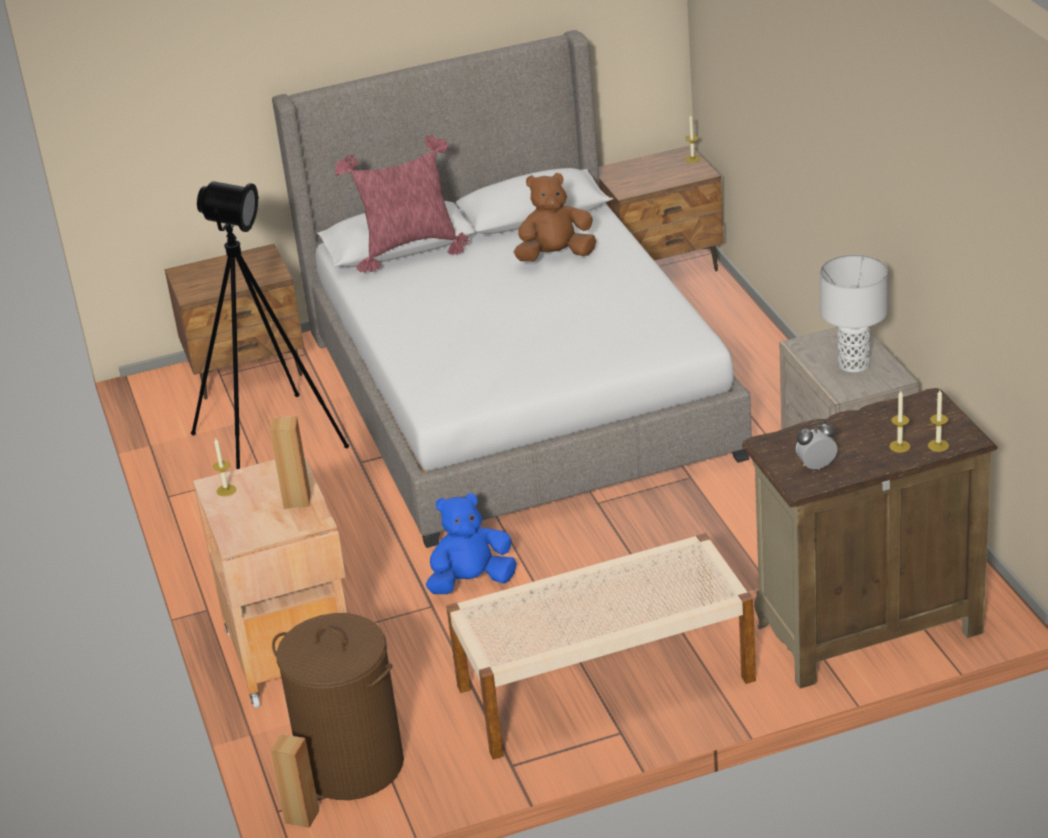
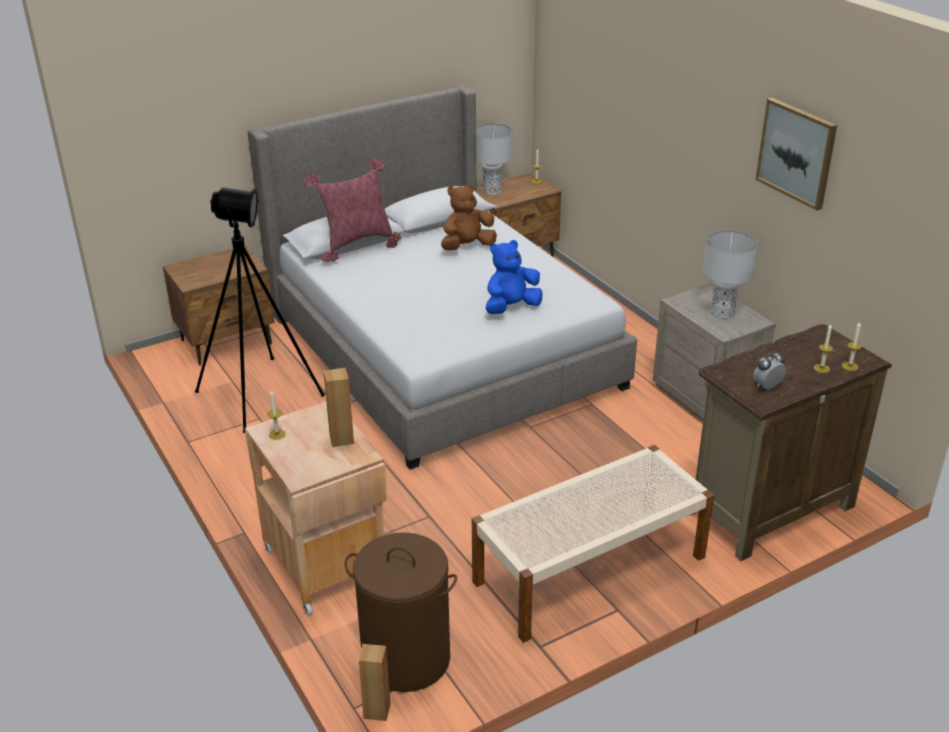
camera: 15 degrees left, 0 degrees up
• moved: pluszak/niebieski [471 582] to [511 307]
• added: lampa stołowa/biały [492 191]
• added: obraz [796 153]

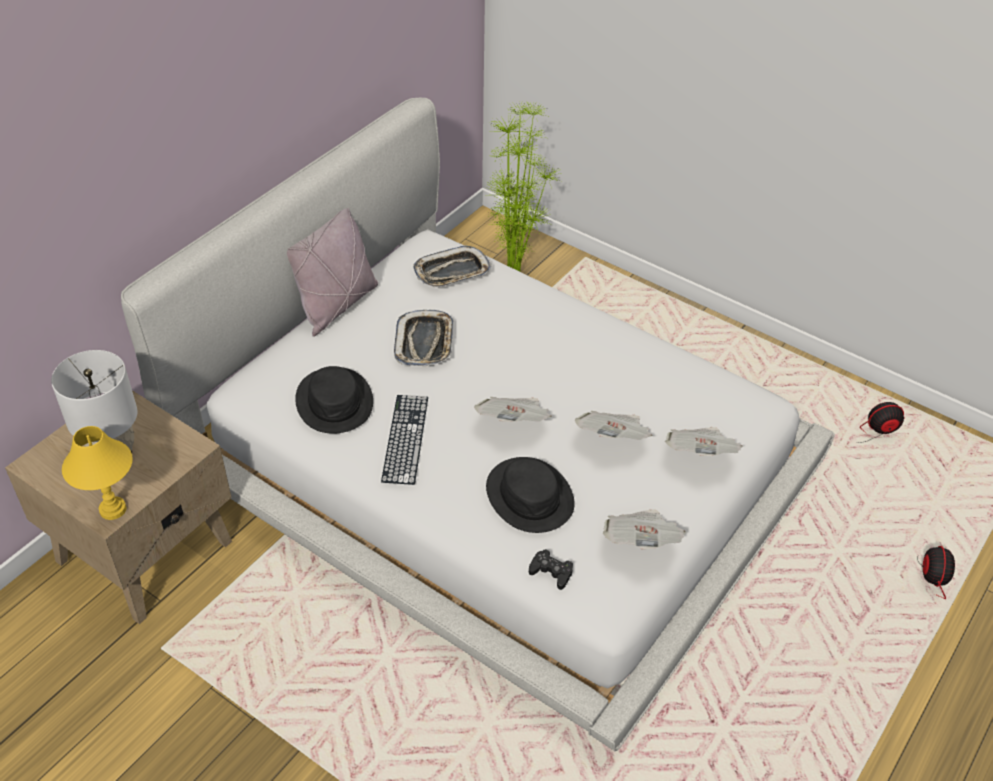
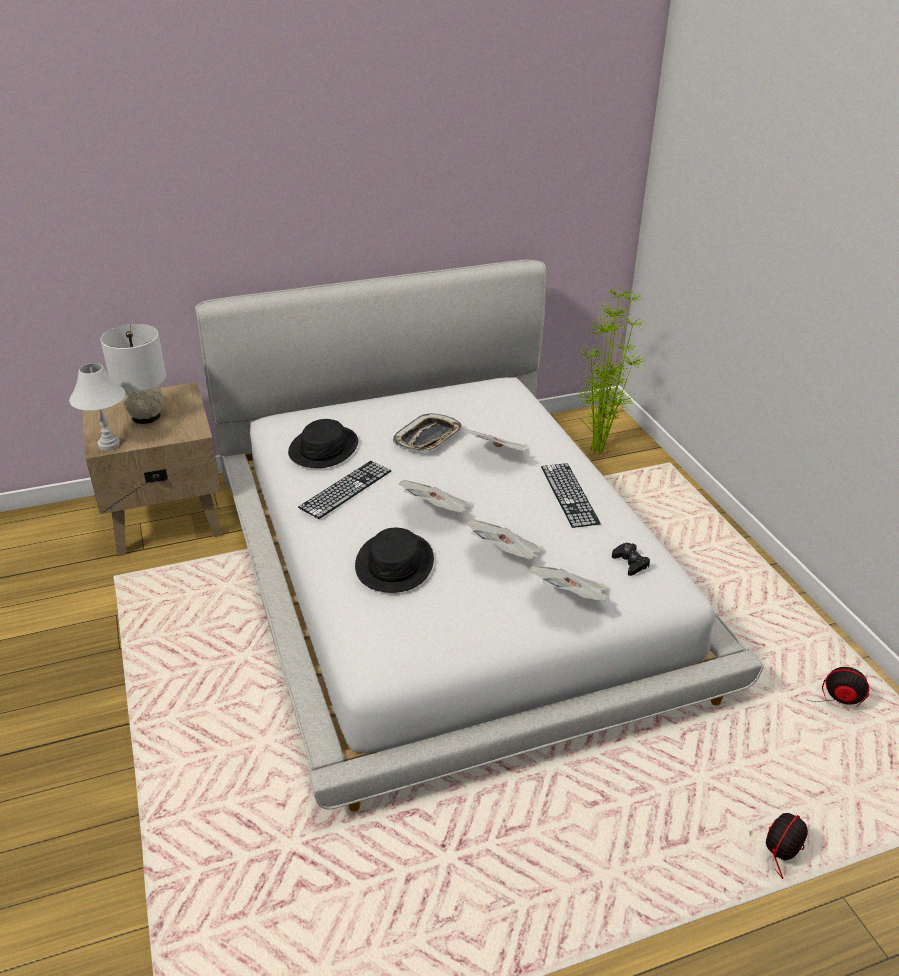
camera: 35 degrees right, 10 degrees down
• recoloured: lampa stołowa/żółty [112 509] to lampa stołowa/biały [108 444]
• removed: poduszka/fioletowy [337 306]
• removed: taca [452 272]
• moved: pad do gier/czarny [551 572] to [630 563]
• moved: gazeta [641 542] to [499 456]
• added: klawiatura [569 494]

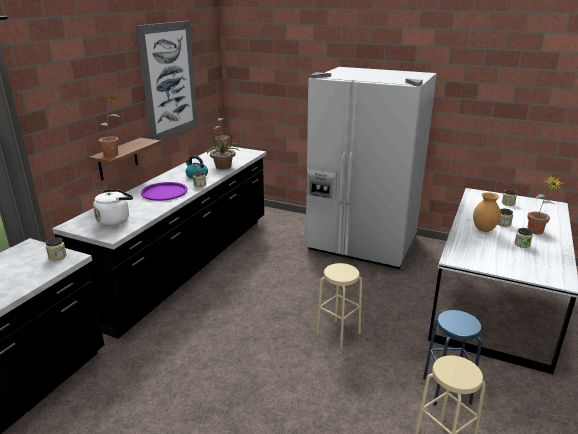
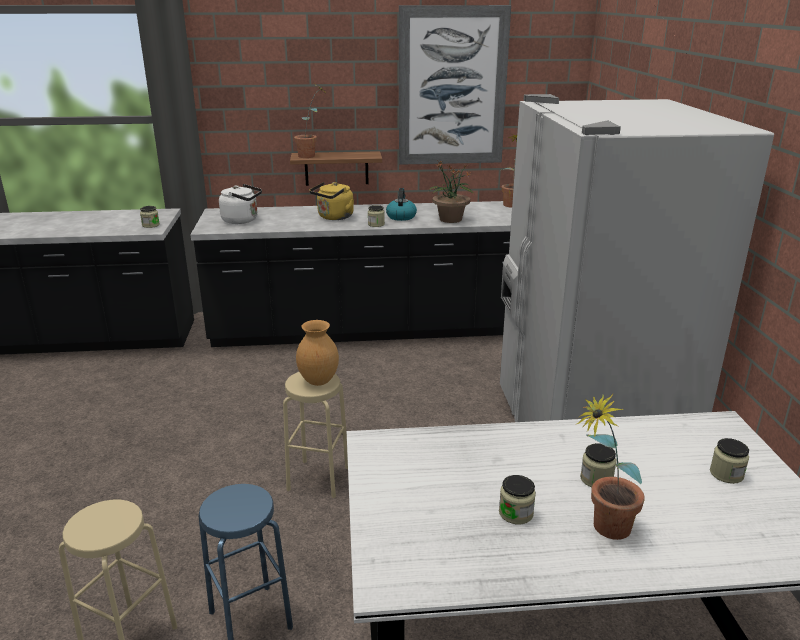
camera: 60 degrees right, 0 degrees up
• replaced: taca/fioletowy [164 192] to czajnik/żółty [334 217]
• moved: wazon/brązowy [483 229] to [318 381]

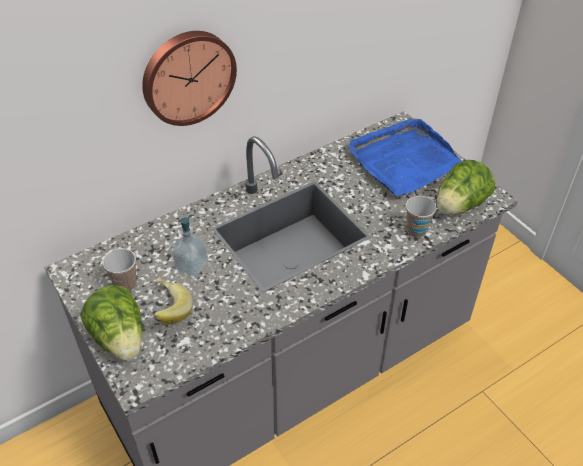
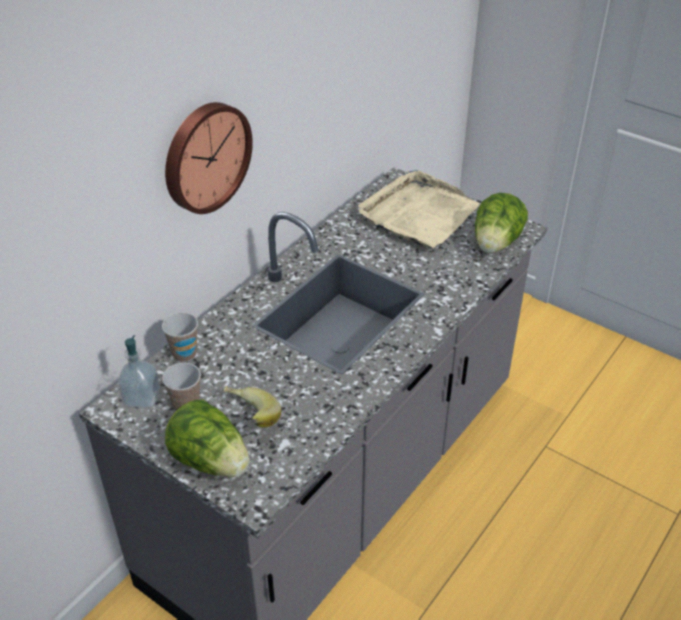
camera: 20 degrees left, 5 degrees down
• moved: dozownik mydła [191 266] to [142 398]
• recoloured: taca/niebieski [403 160] to taca/beżowy [418 214]
• moved: filiżanka [416 230] to [184 354]

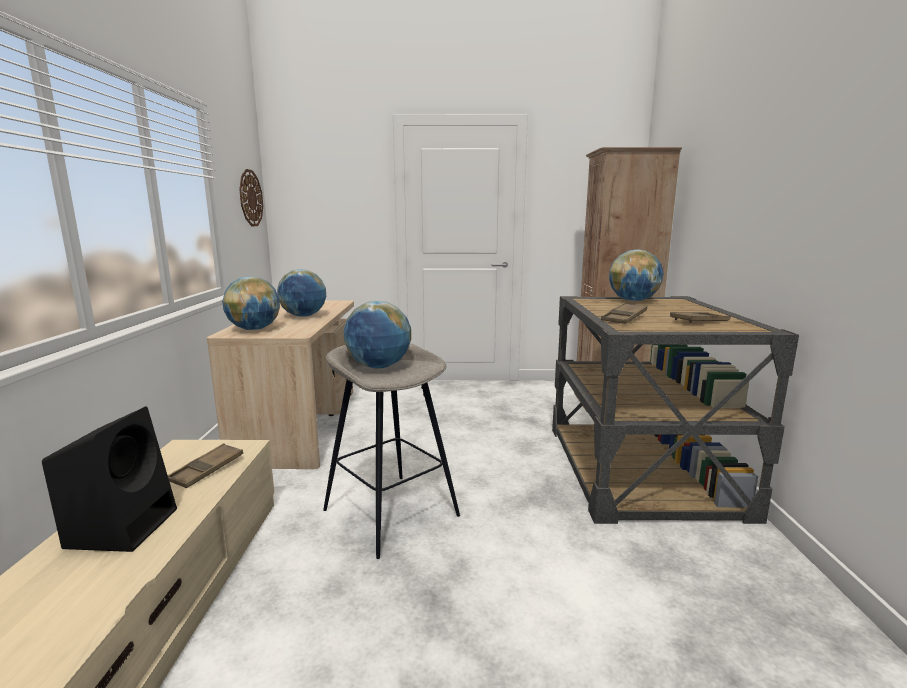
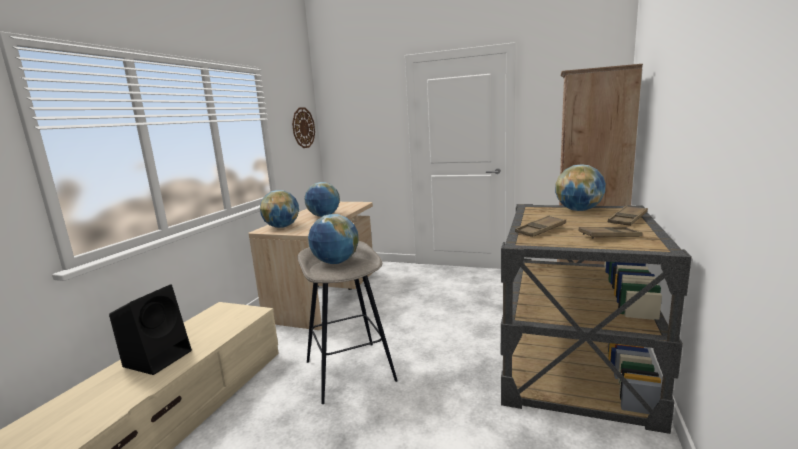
camera: 20 degrees right, 0 degrees up
• moved: taca/brązowy [207 470] to [627 219]

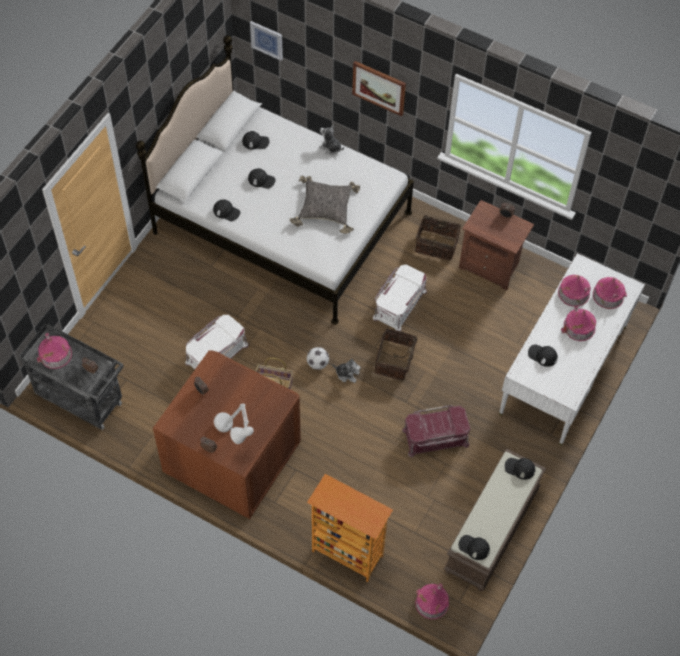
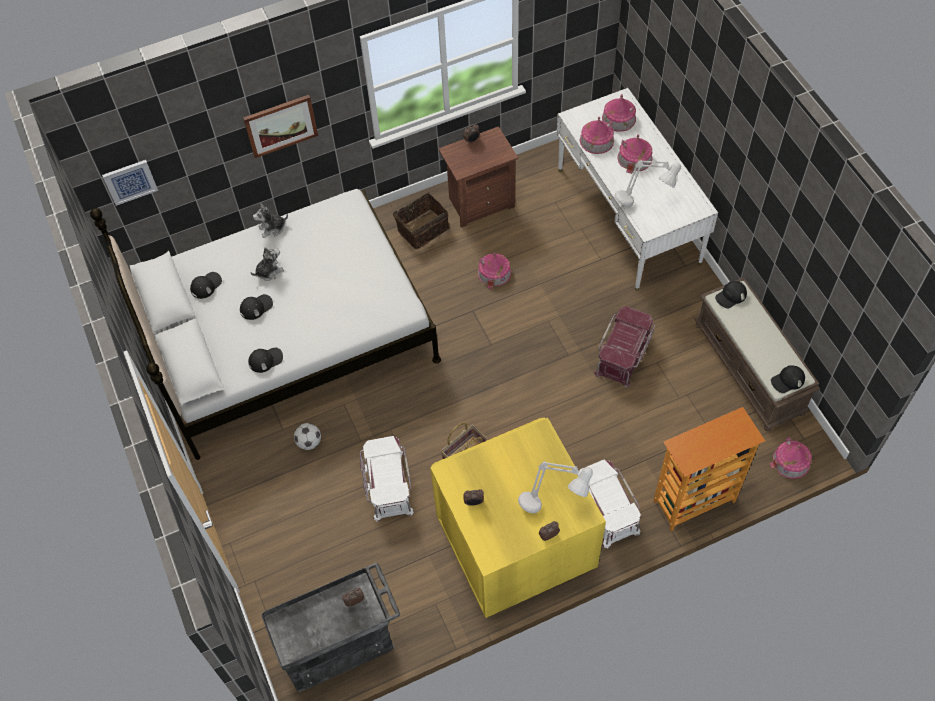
camera: 50 degrees left, 0 degrees up
• moved: domek [55 354] to [494 272]
• recoloured: komoda/brązowy [232 455] to komoda/żółty [514 539]
• removed: poduszka [325 207]
• moved: piłka futbolowa [317 364] to [309 442]
• moved: pluszak [347 374] to [269 271]
• moved: pojemnik do przechowywania/biały [399 304] to [605 509]
• removed: koszyk [395 361]
• replaced: czapka z daszkiem/czarny [542 355] to lampa stołowa/szary [643 201]

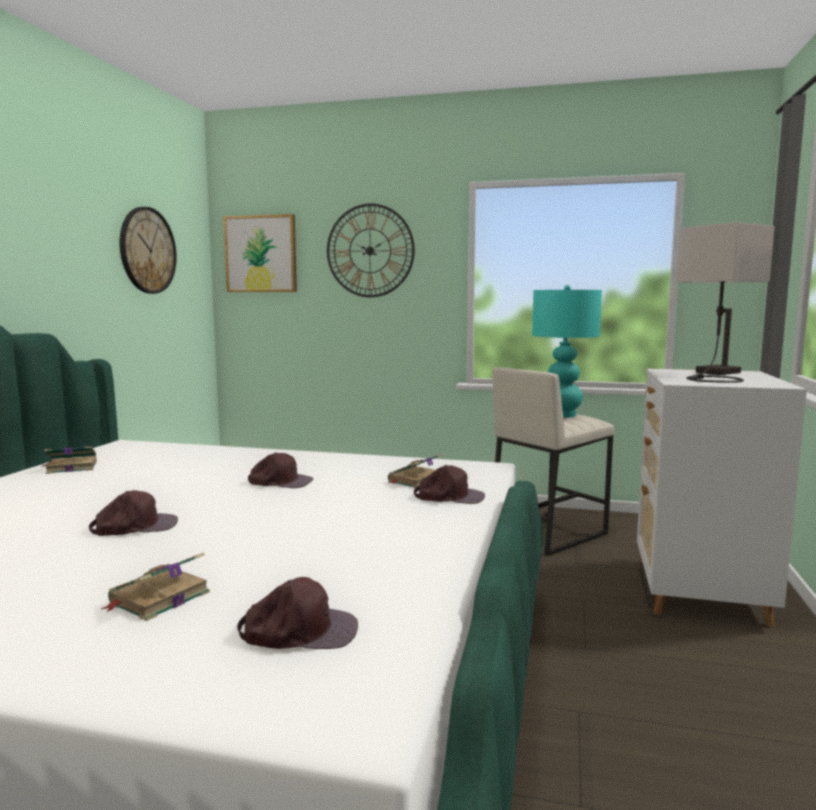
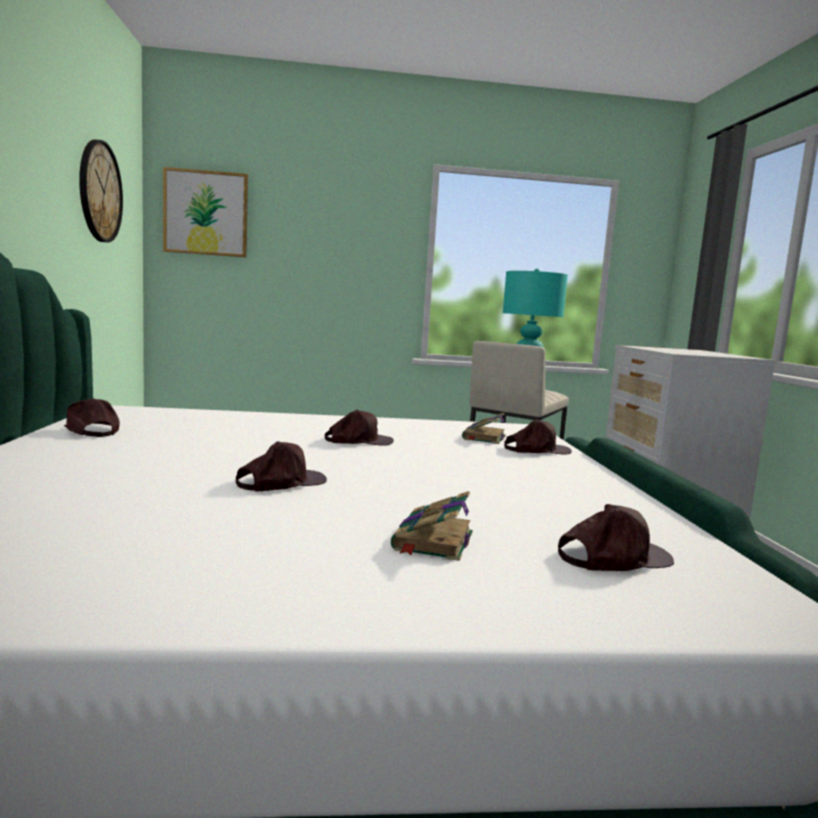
camera: 20 degrees left, 0 degrees up
• replaced: książka [70 467] to czapka z daszkiem/brązowy [91 430]
• removed: zegar ścienny [370 251]
• removed: lampa stołowa [714 375]

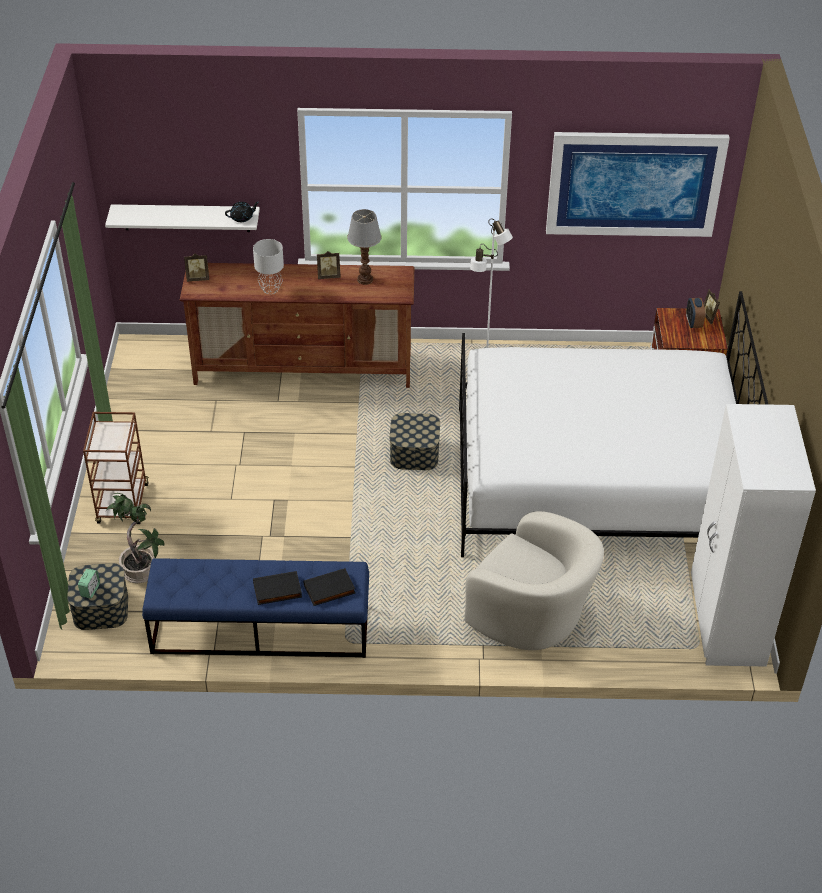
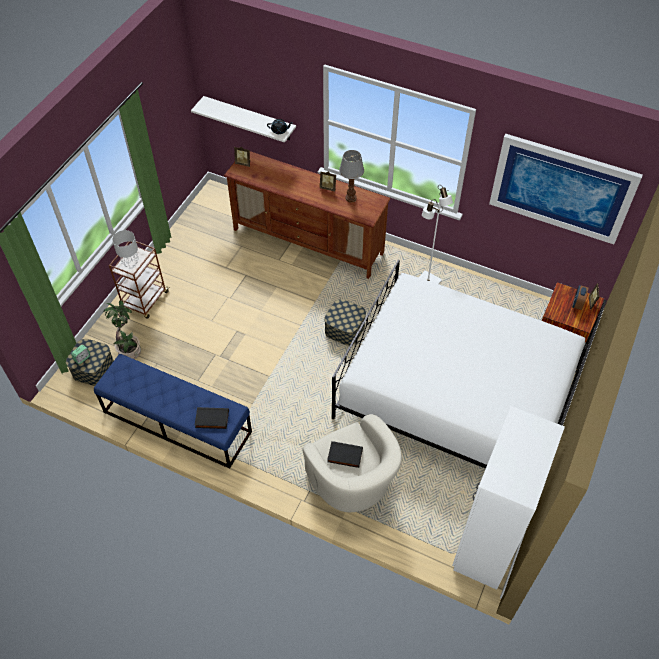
camera: 25 degrees right, 10 degrees up
• moved: lampa stołowa/szary [271 289] to [131 264]
• moved: książka/czarny [277 591] to [344 456]

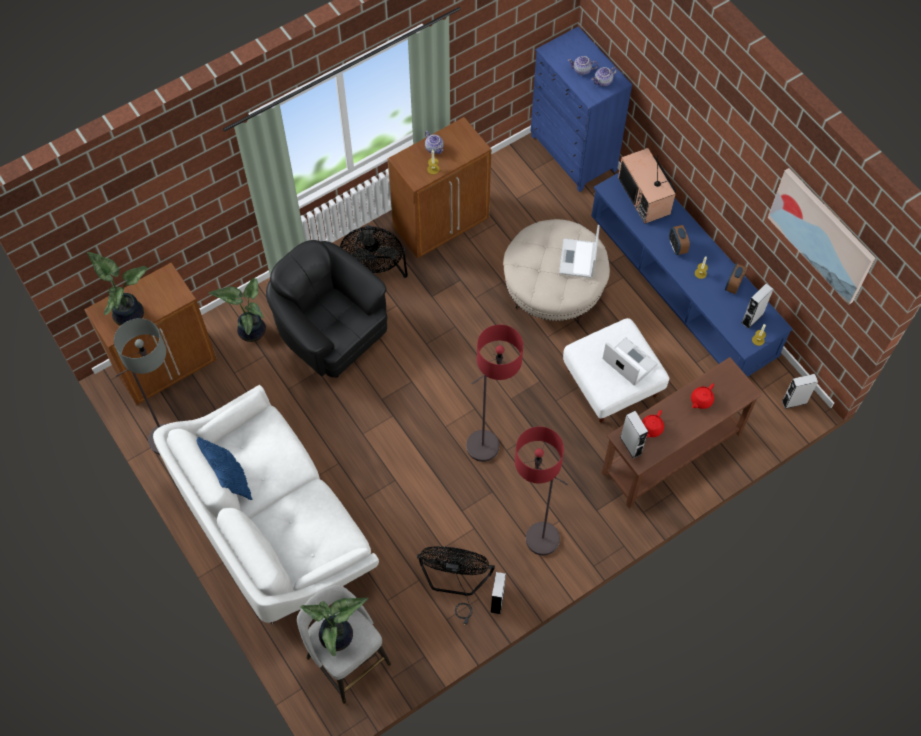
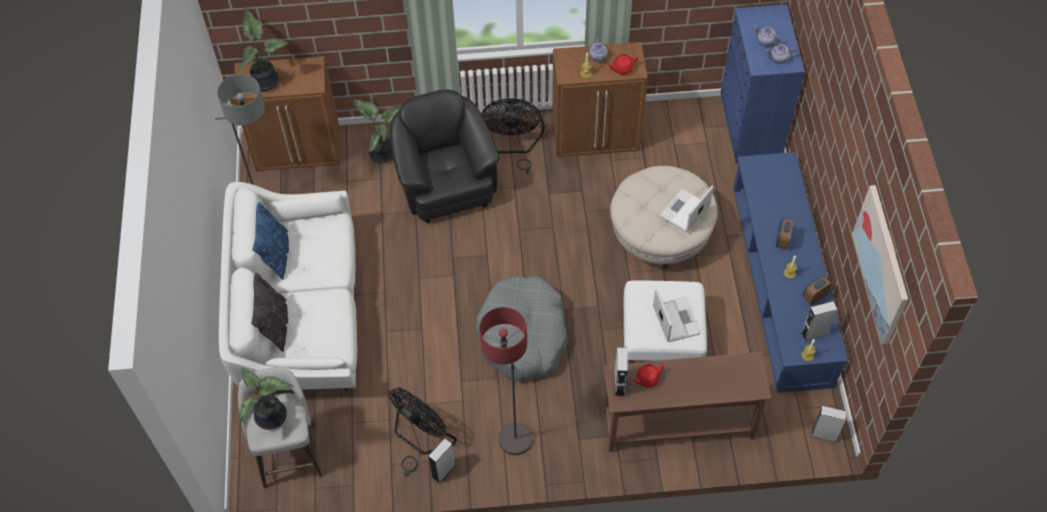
camera: 30 degrees right, 5 degrees down
• turned: wentylator/czarny [371 265] = [513 146] 150 degrees clockwise
• replaced: lampa stojąca/czerwony [490 441] to legowisko/szary [523 335]
• removed: telewizor [645 196]
• moved: imbryk/czerwony [701 400] to [622 68]
• added: poduszka/czarny [275 326]

